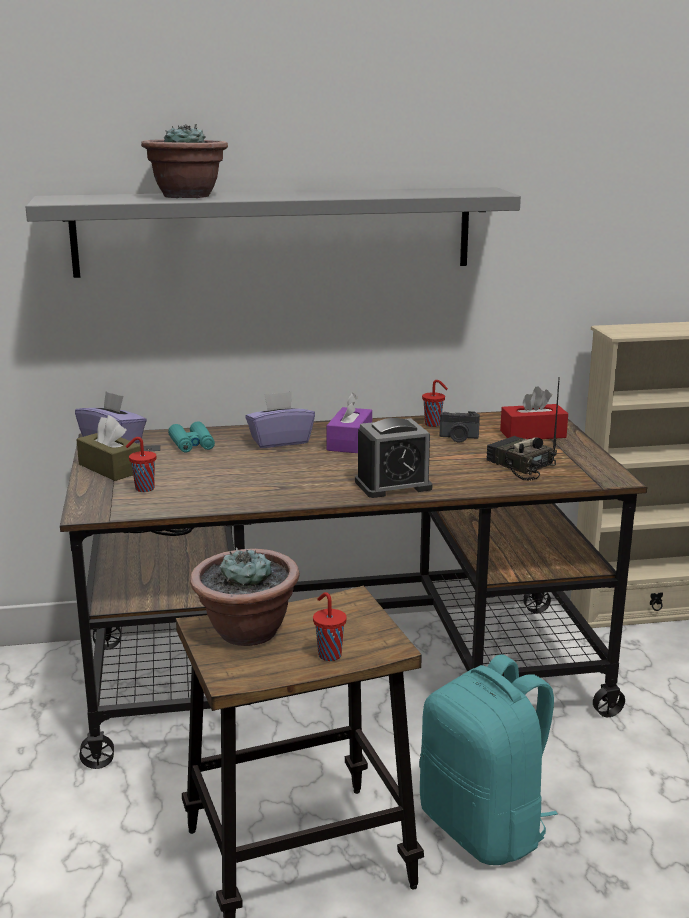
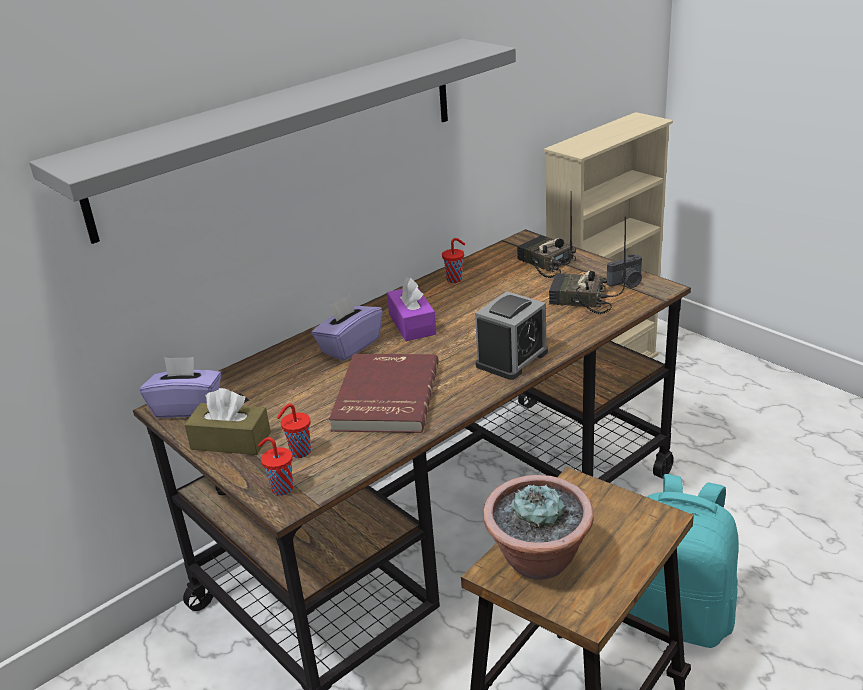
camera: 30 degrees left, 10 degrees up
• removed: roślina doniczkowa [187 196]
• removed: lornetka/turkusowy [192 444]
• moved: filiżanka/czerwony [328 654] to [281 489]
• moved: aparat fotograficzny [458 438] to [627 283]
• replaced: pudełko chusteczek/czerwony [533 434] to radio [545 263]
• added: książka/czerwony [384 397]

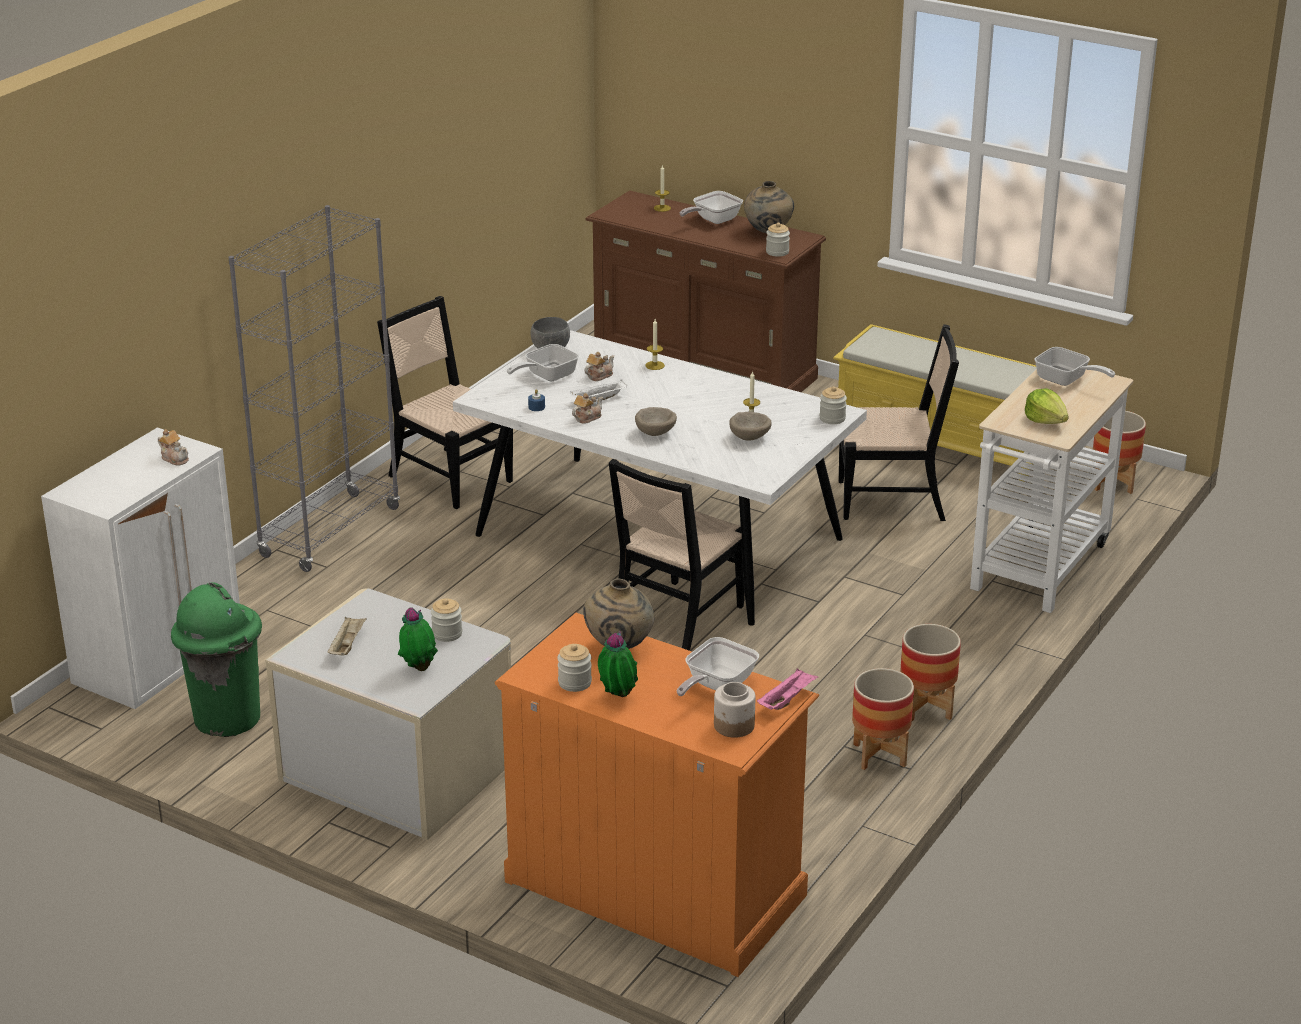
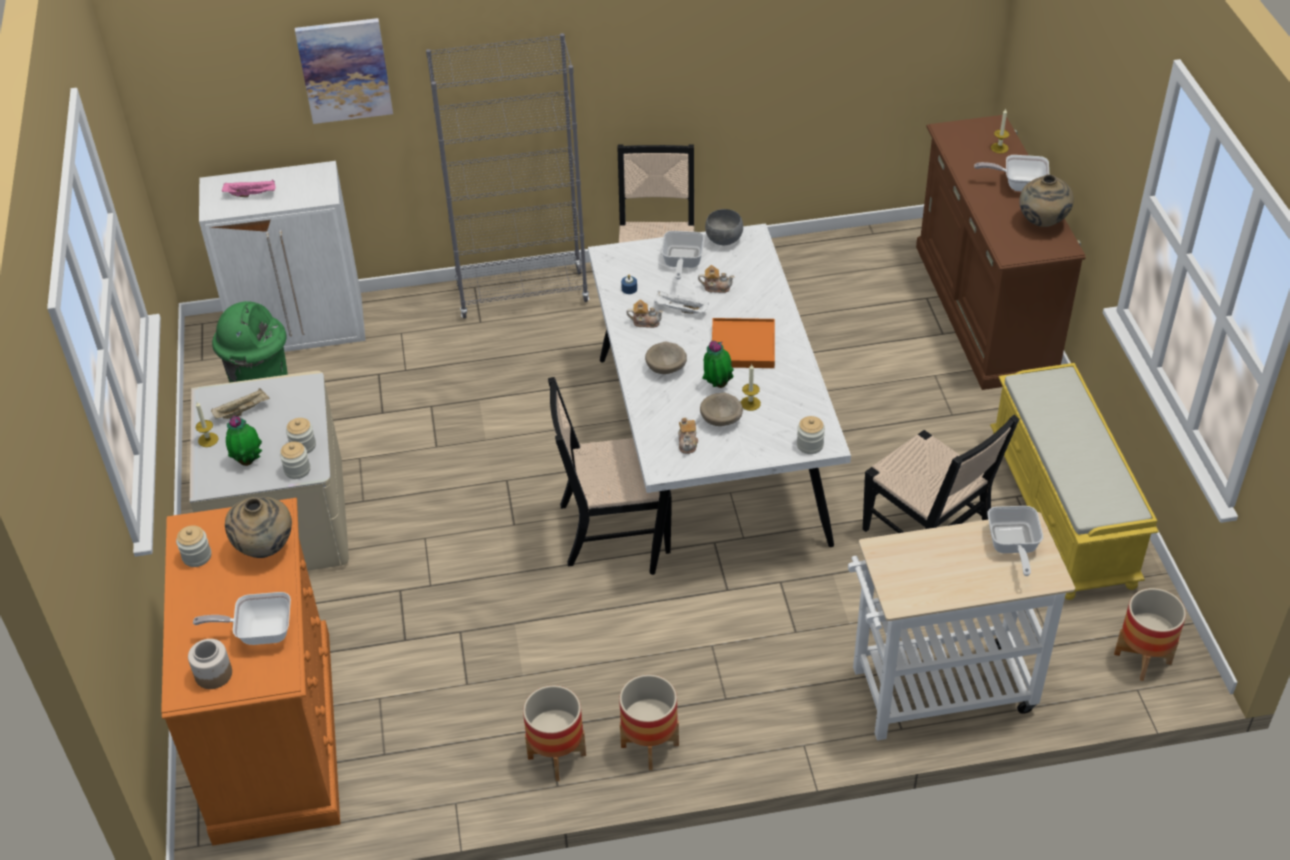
camera: 50 degrees right, 15 degrees up
• moved: imbryk [175 458] to [688 443]
• turned: patelnia [546 376] = [681 263] 90 degrees counterclockwise
• moved: roślina doniczkowa [617 696] to [717 384]
• moved: świeca [655 365] to [208 440]
• moved: taca/różowy [786 700] to [251 194]
• moved: słoik [777 252] to [297 470]
• removed: sałata [1045 420]
• added: obraz [344 70]
• added: taca/pomarańczowy [742 346]

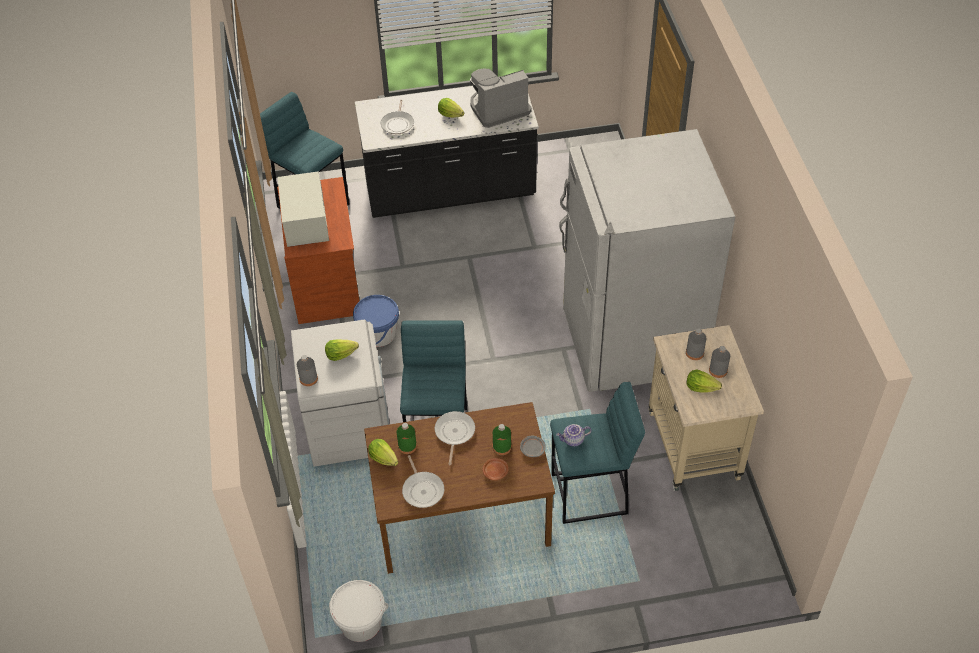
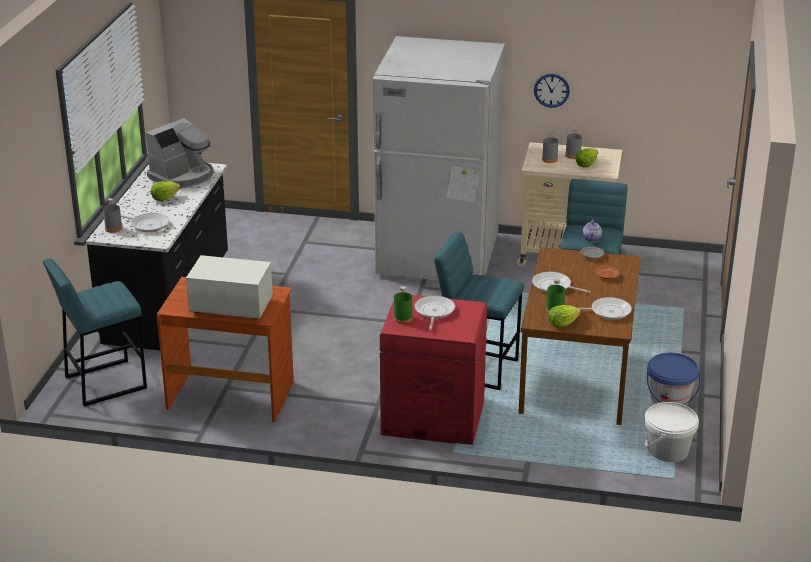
camera: 70 degrees left, 20 degrees down
• recoloured: pralka/biały [349 424] to pralka/czerwony [432 415]
• moved: butelka/szary [308 379] to [113 228]
• replaced: sałata [340 354] to patelnia [434 312]
• moved: wiadro/niebieski [378 334] to [670 398]
• turned: ekspres do kawy [498 109] = [182 176] 135 degrees counterclockwise
• moved: butelka/zielony [502 447] to [403 318]
• added: zegar ścienny [551 90]

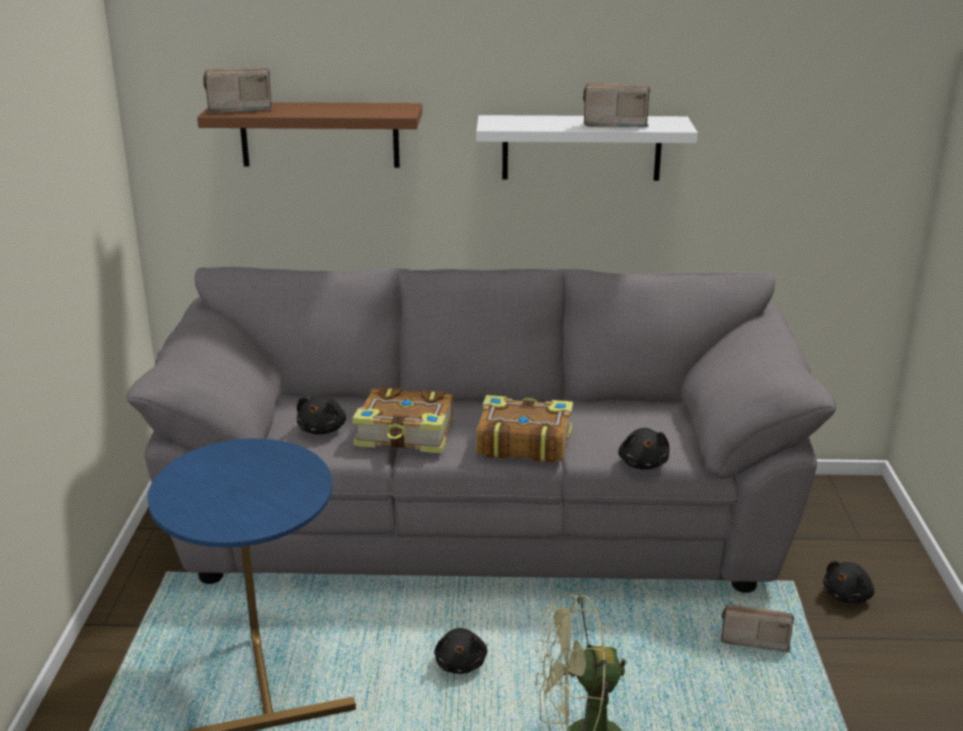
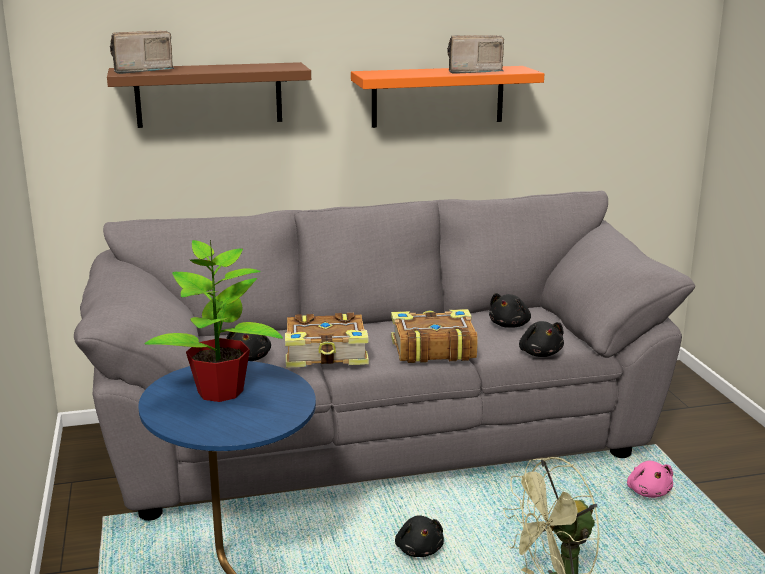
camera: 15 degrees left, 5 degrees down
• recoloured: półka/biały [581 147] to półka/pomarańczowy [438 96]
• replaced: radio [752 639] to pluszak/różowy [648 491]
• moved: pluszak/czarny [848 596] to [510 325]
• added: roślina doniczkowa [220 392]

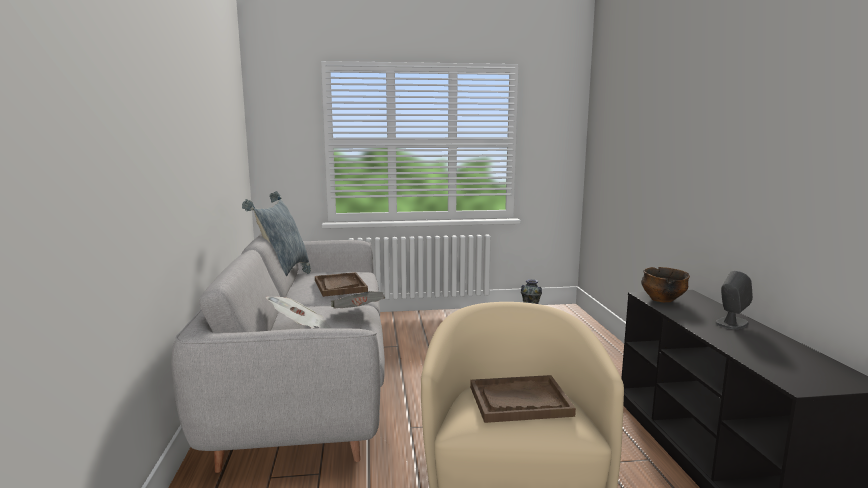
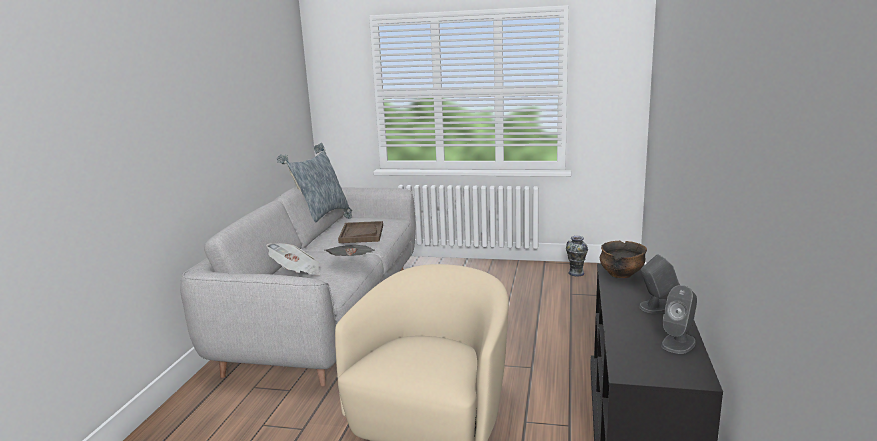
camera: 20 degrees right, 5 degrees up
• removed: taca/brązowy [519 401]
• added: głośnik/szary [678 343]

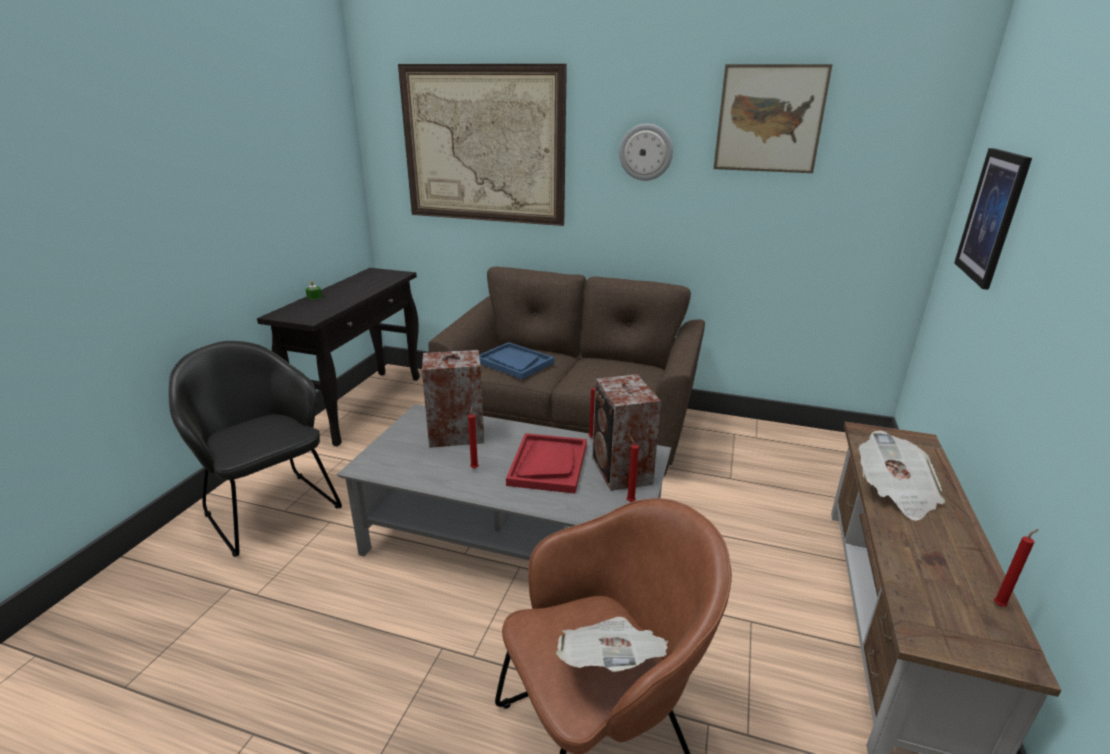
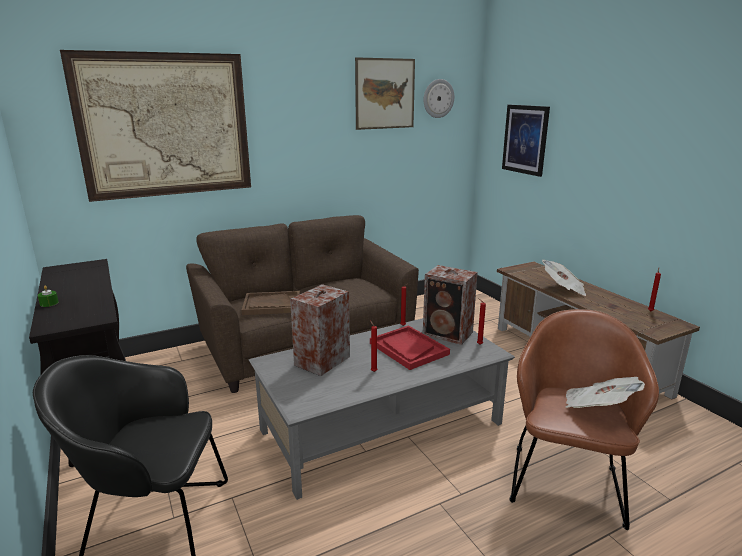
camera: 45 degrees left, 5 degrees down
• recoloured: taca/niebieski [514 362] to taca/brązowy [272 305]
• moved: zegar ścienny [646 152] to [438 98]

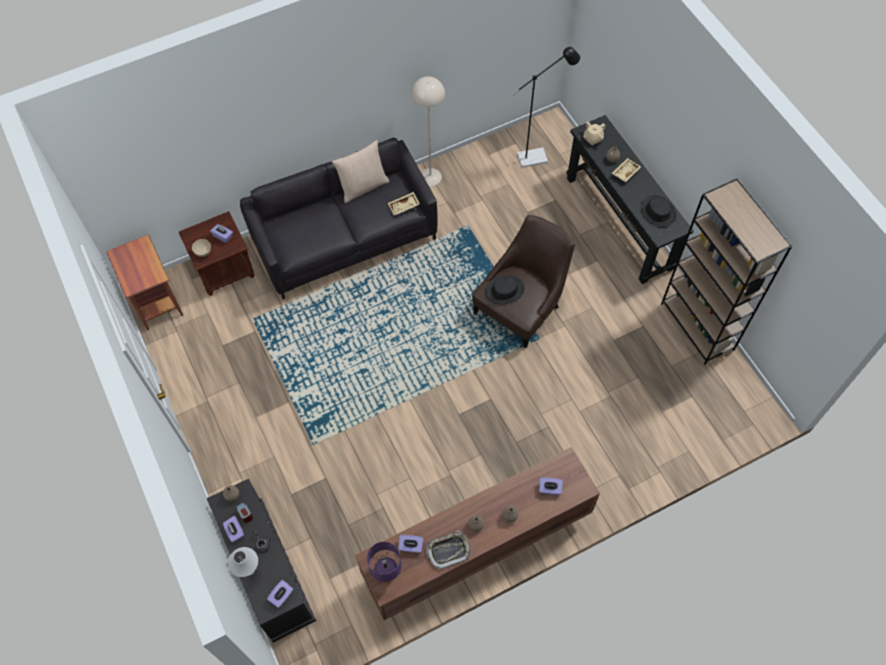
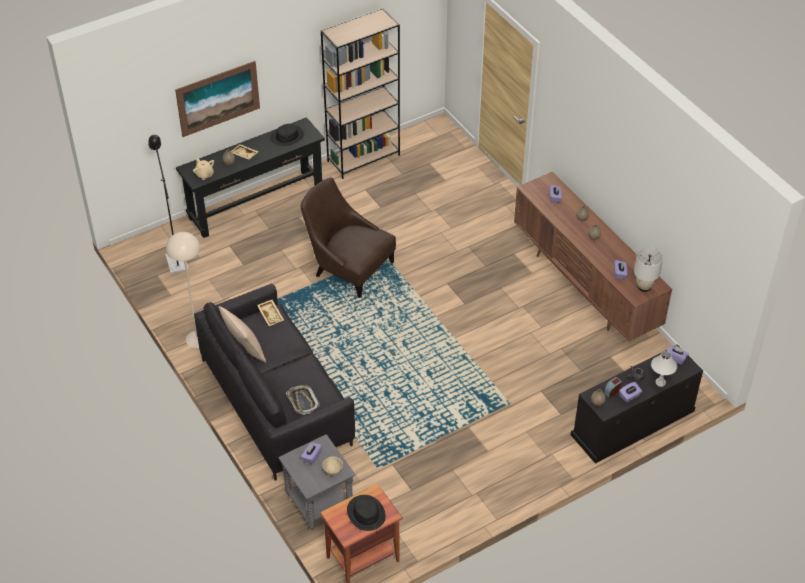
camera: 95 degrees left, 15 degrees down
• recoloured: stolik/brązowy [224 270] to stolik/szary [318 502]
• recoloured: lampa stołowa/fioletowy [386 572] to lampa stołowa/biały [644 287]
• moved: taca [448 550] to [302 401]
• moved: kapelusz/czarny [504 290] to [366 513]
• added: obraz [218 98]

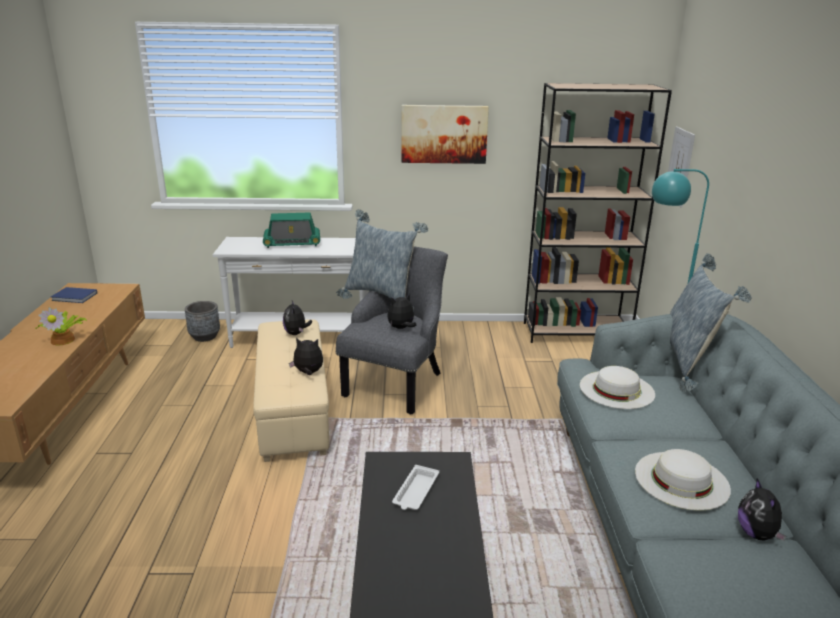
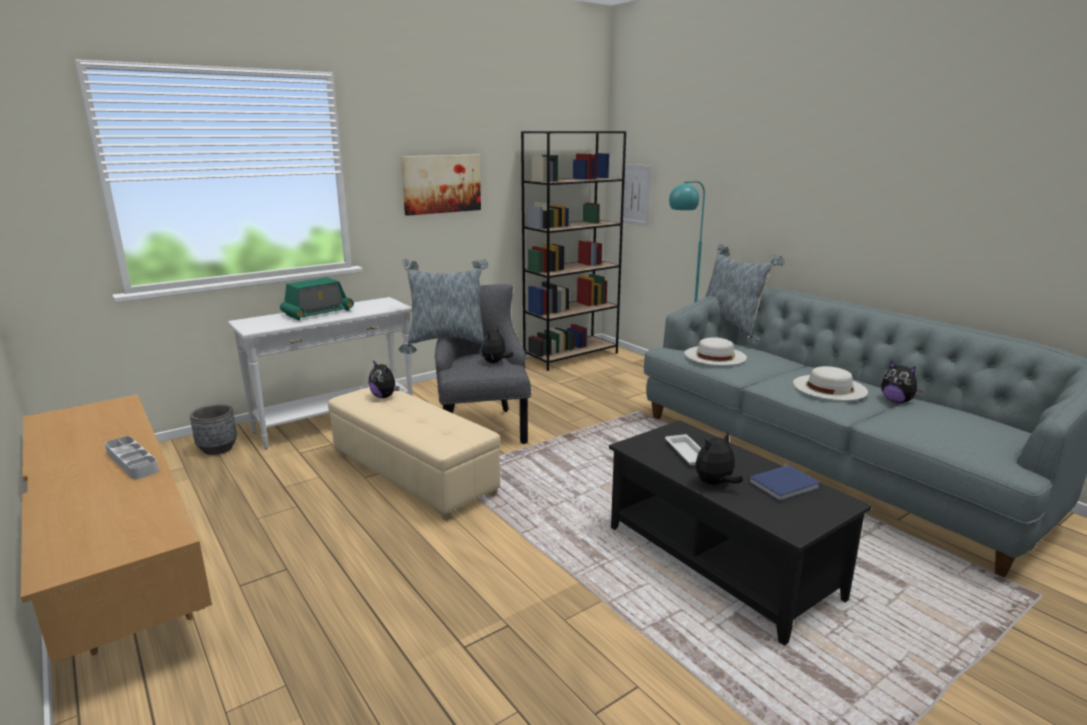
camera: 35 degrees left, 5 degrees down
• replaced: roślina doniczkowa [64 339] to taca/szary [132 461]
• moved: książka/niebieski [75 297] to [785 485]
• moved: pluszak [308 373] to [715 484]

